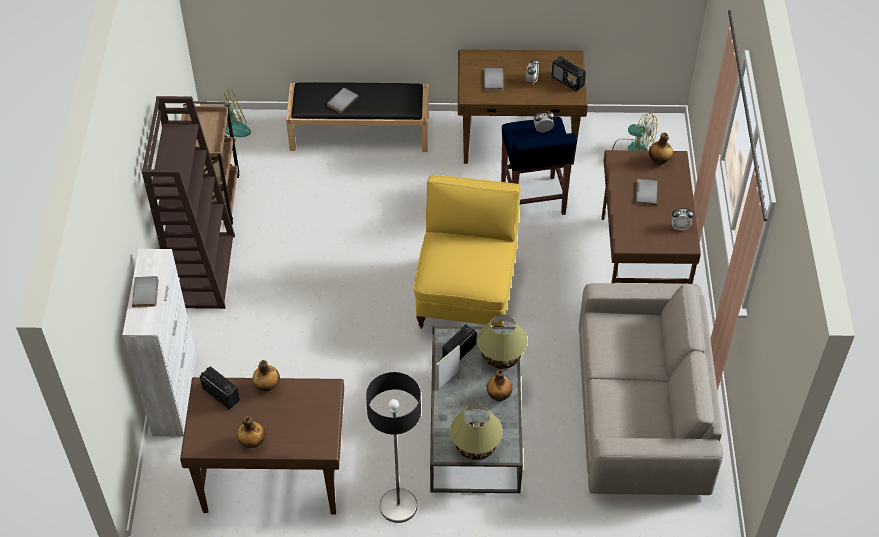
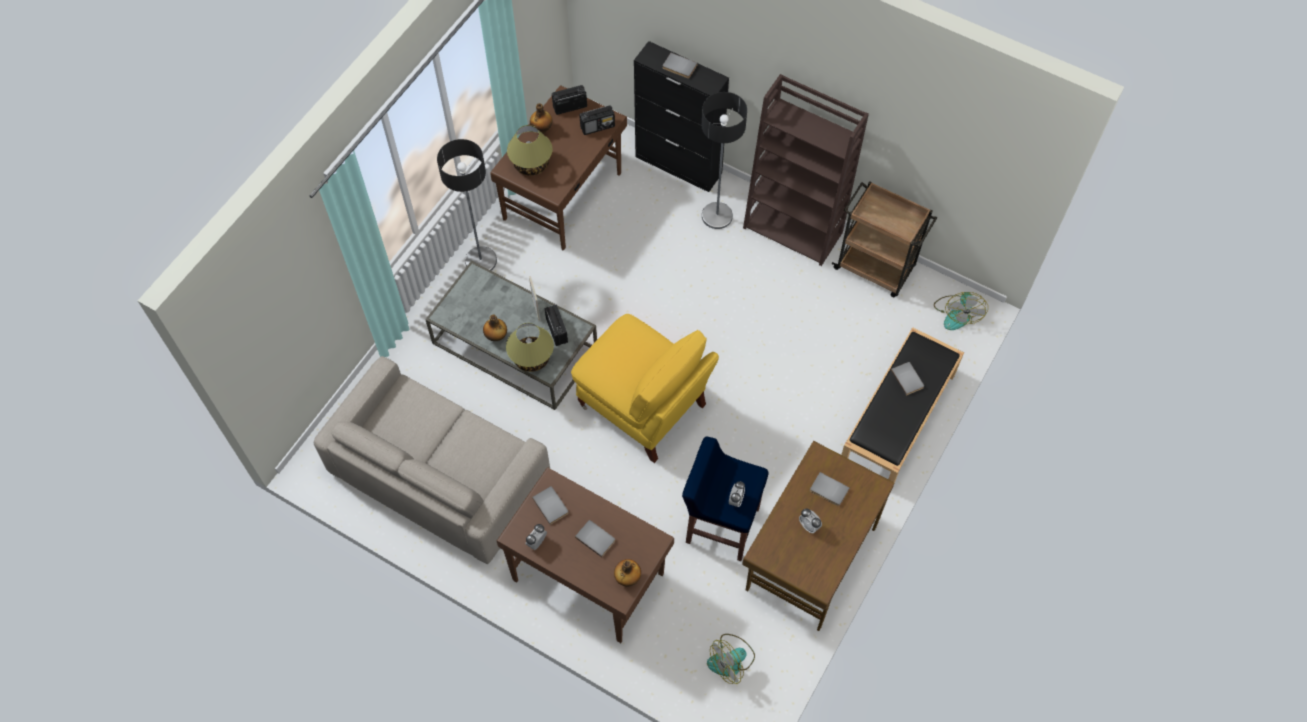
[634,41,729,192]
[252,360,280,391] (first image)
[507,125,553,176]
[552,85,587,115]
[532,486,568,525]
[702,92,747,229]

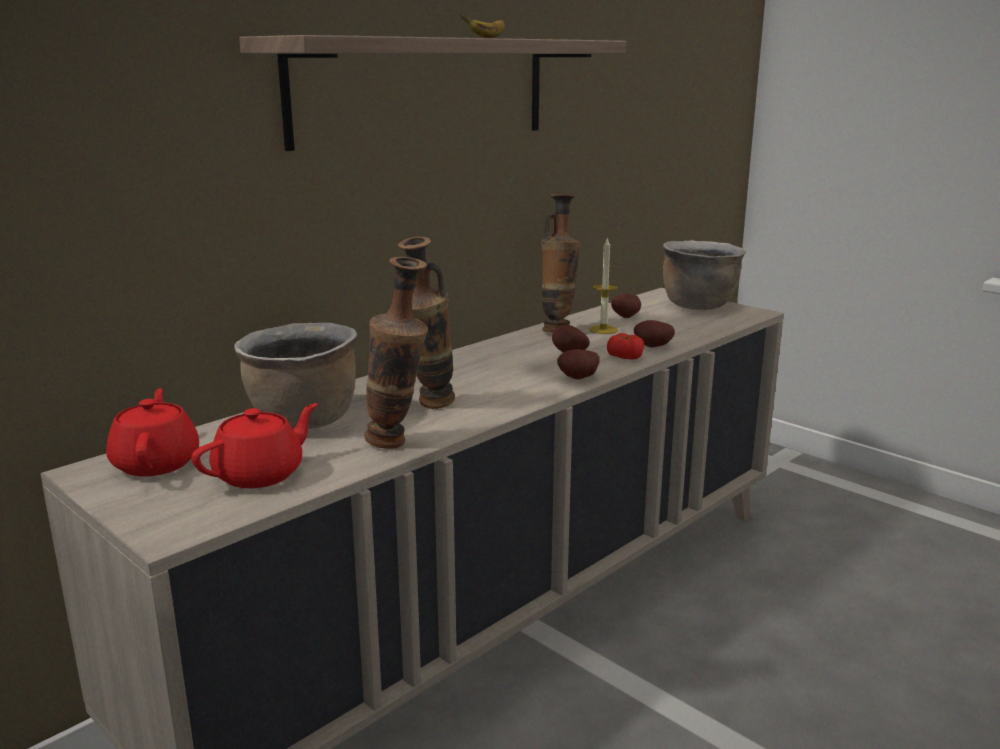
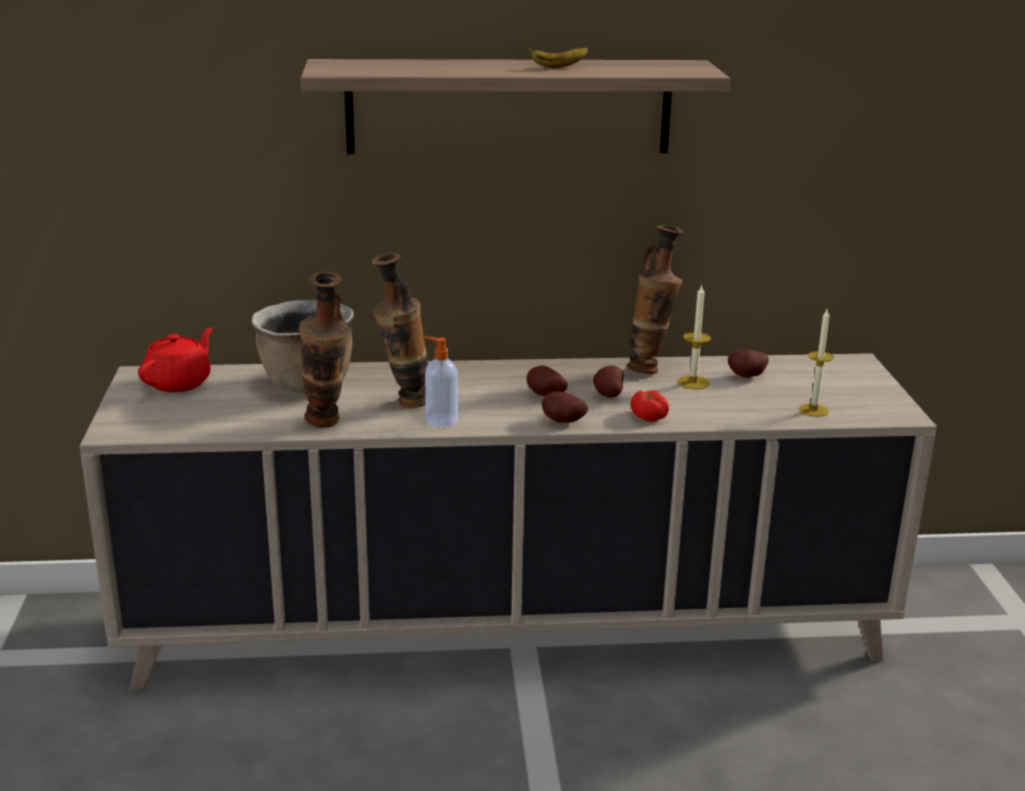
[191,403,318,488] (first image)
[527,366,568,396]
[663,241,746,310] (first image)
[423,337,458,427]
[799,310,834,417]

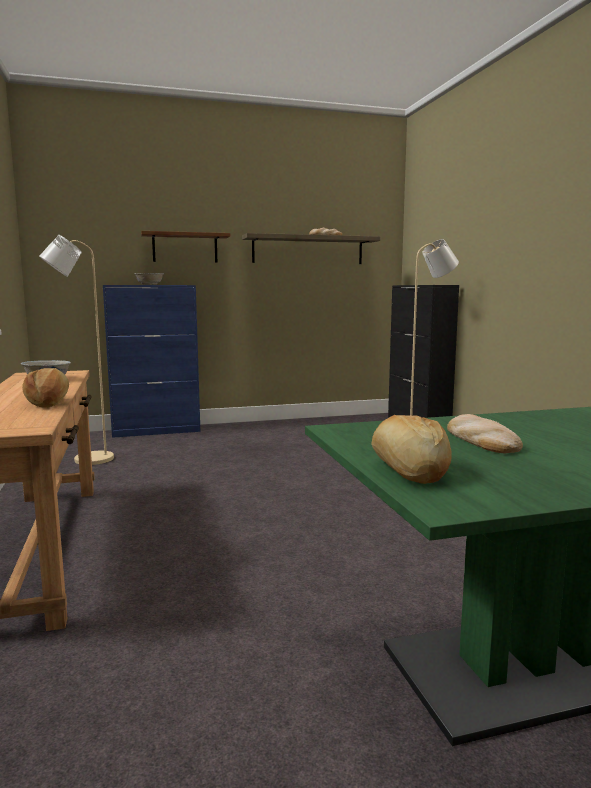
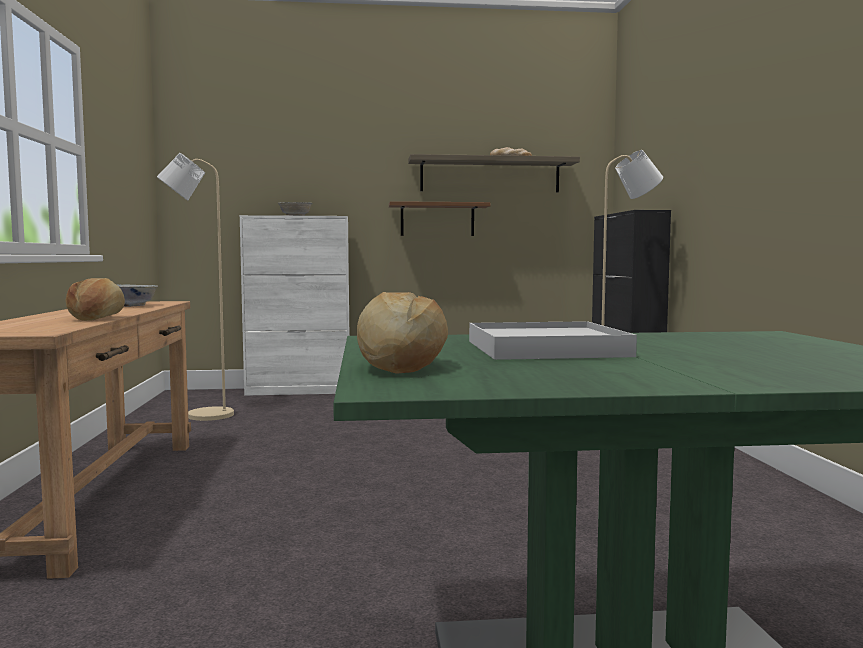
[239,215,349,396]
[389,201,491,236]
[469,321,637,360]

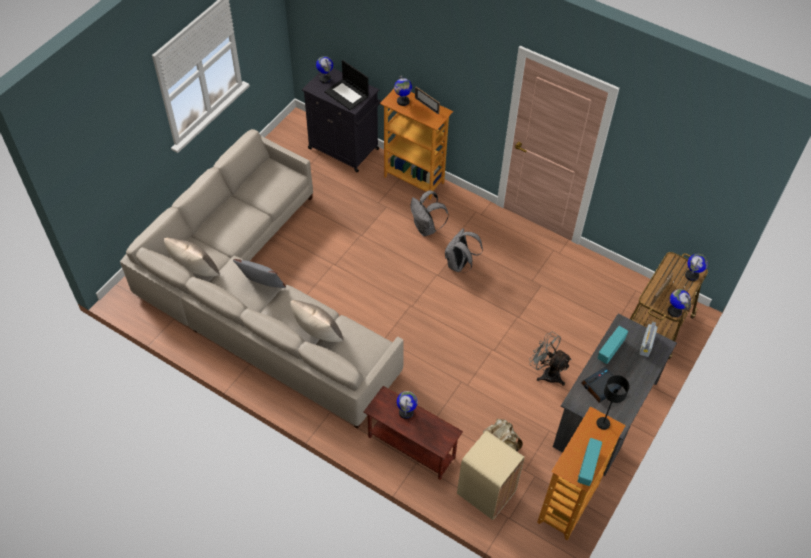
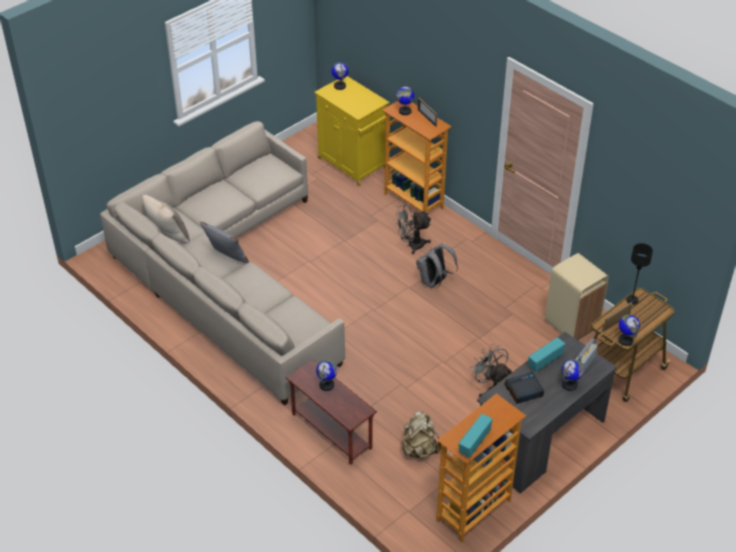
[290,300,343,342] (first image)
[314,76,389,186]
[325,60,369,110] (first image)
[395,204,431,254]
[545,253,609,341]
[626,243,653,305]
[562,359,584,391]

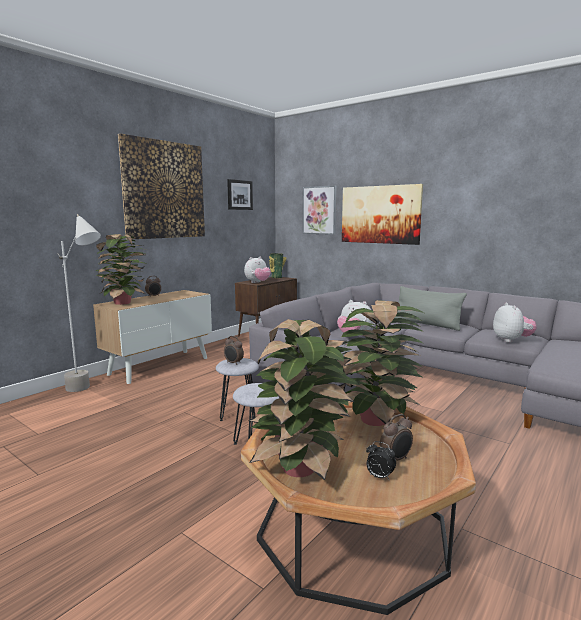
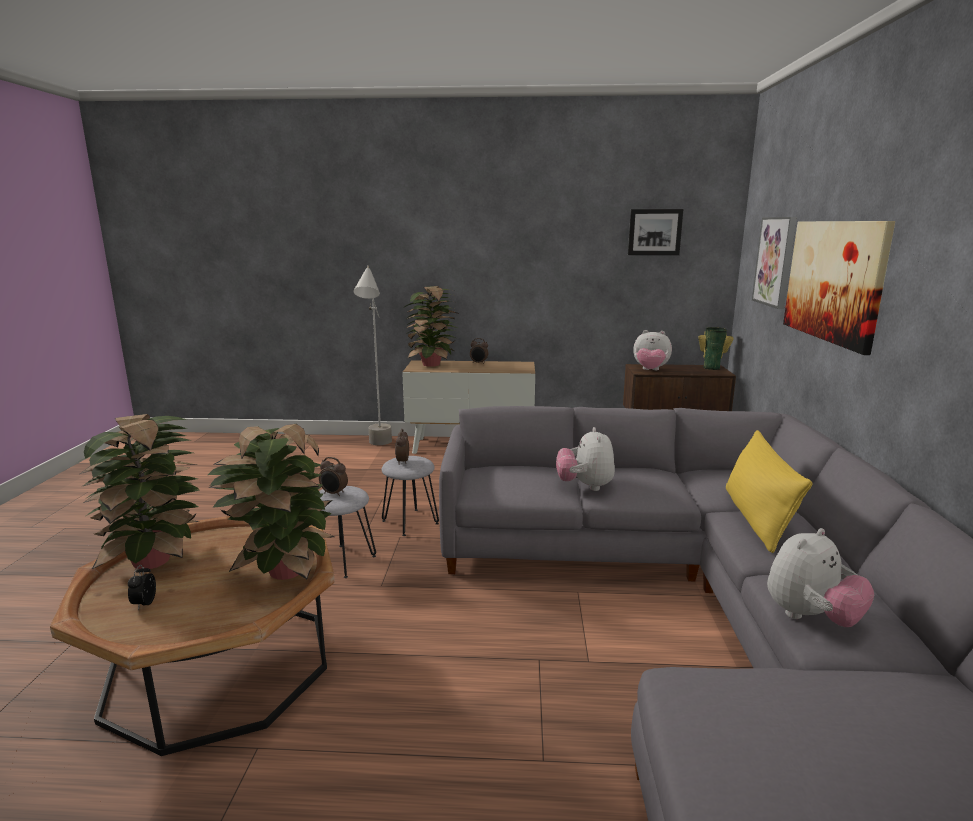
[118,133,205,240] (first image)
[319,457,348,496]
[726,430,813,553]

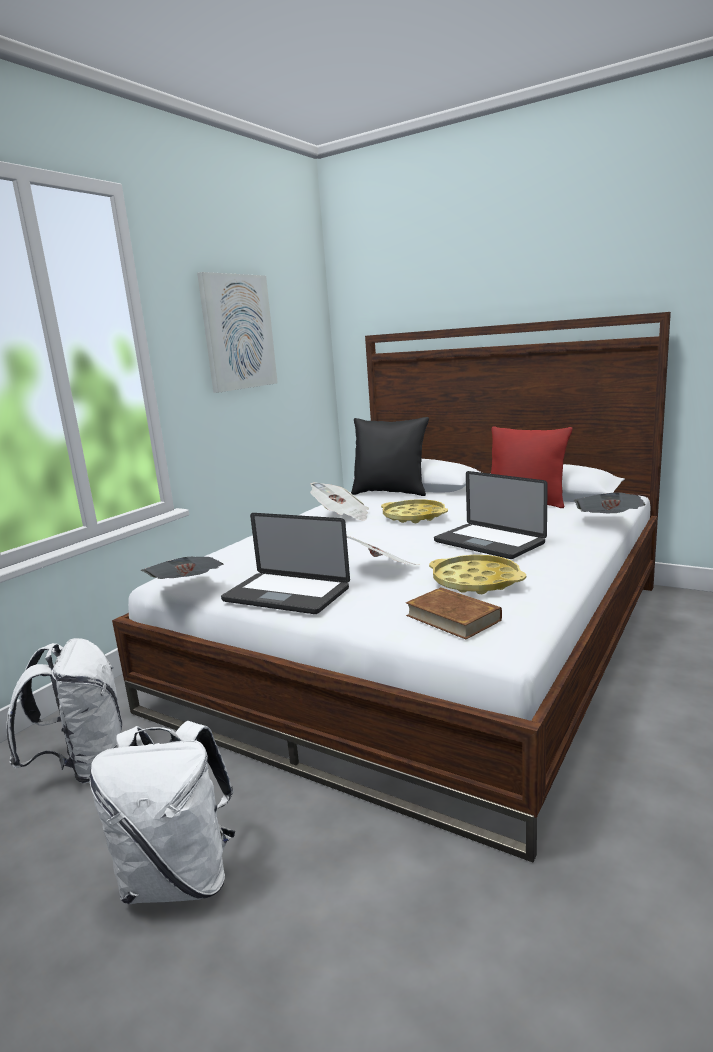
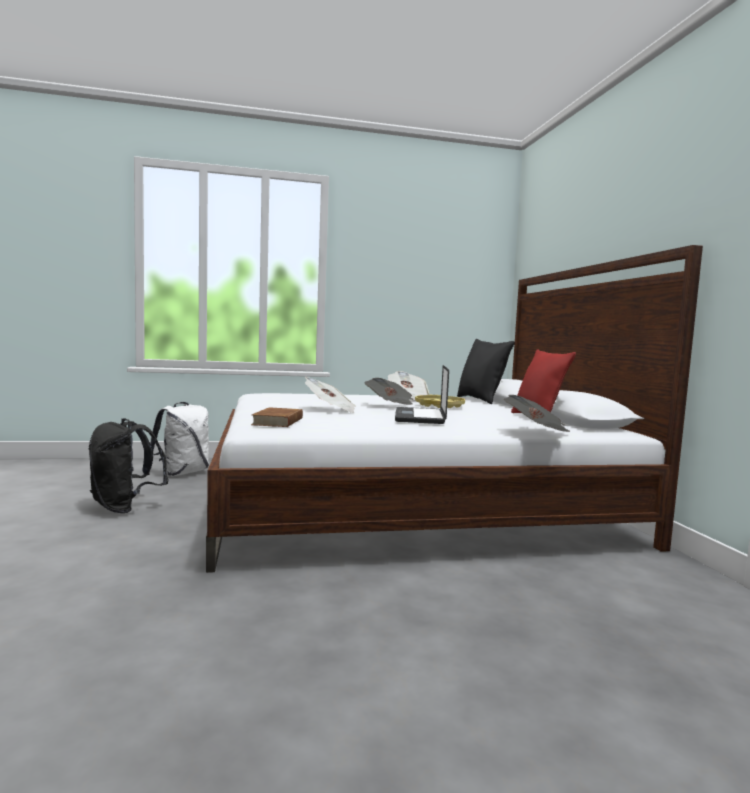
[89,418,168,513]
[365,378,413,405]
[197,272,278,393] (first image)
[221,513,350,614] (first image)
[429,555,526,594] (first image)

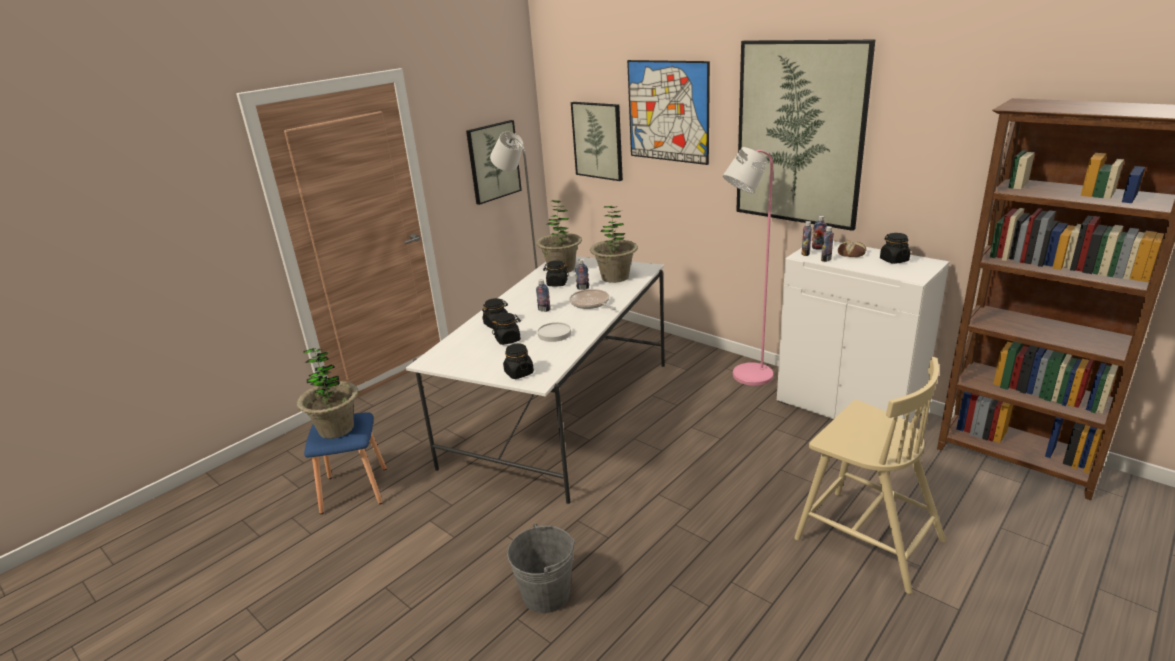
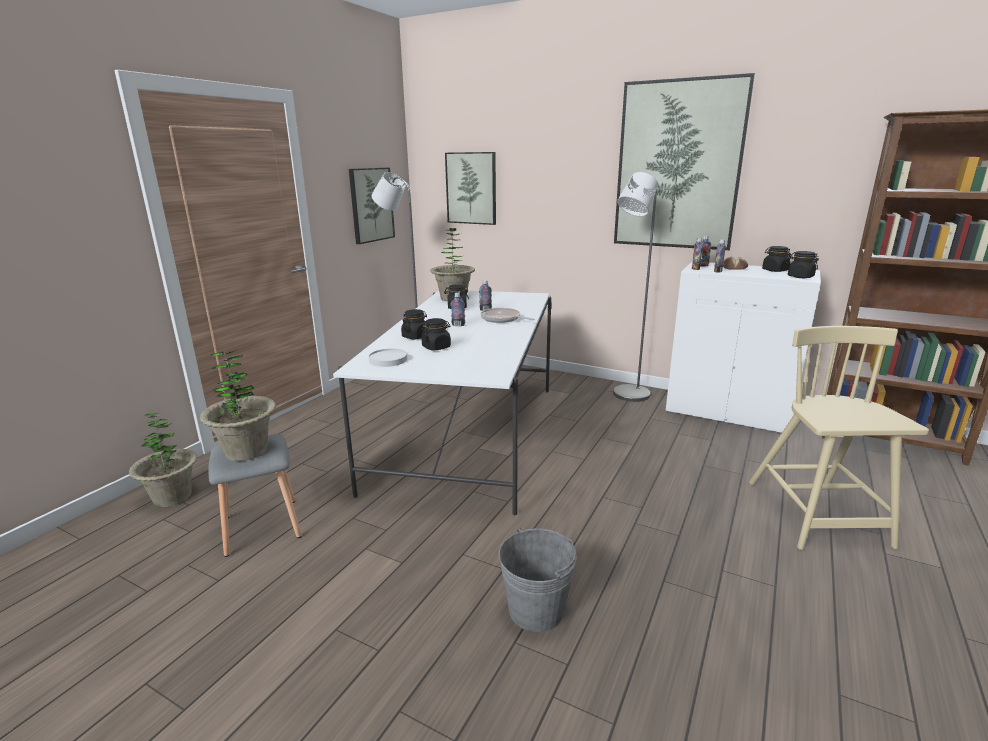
[208,434,302,557]
[788,251,819,278]
[369,348,407,367]
[129,413,198,507]
[627,60,710,165] (first image)
[613,172,658,402]
[749,326,929,550]

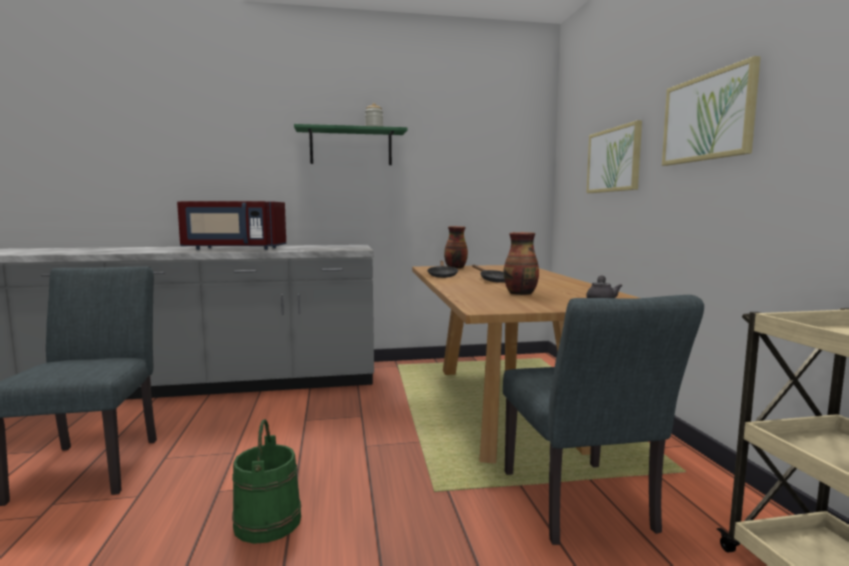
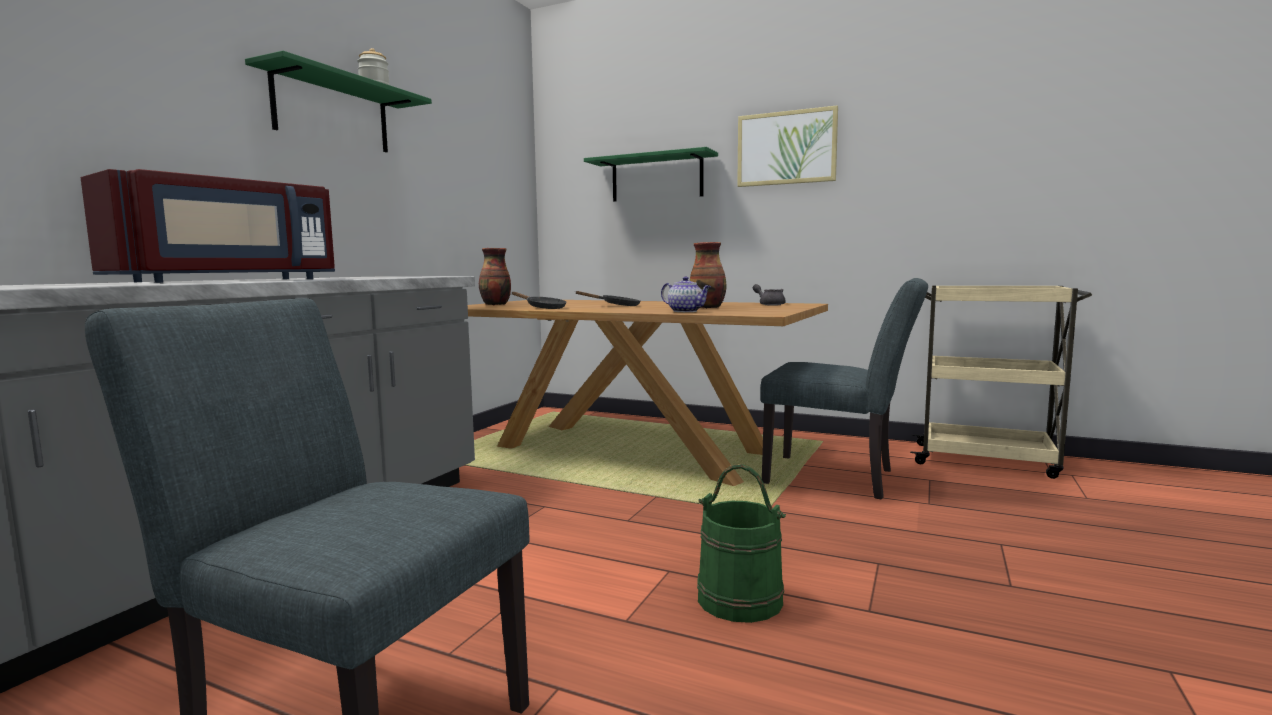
[584,147,718,202]
[661,276,711,312]

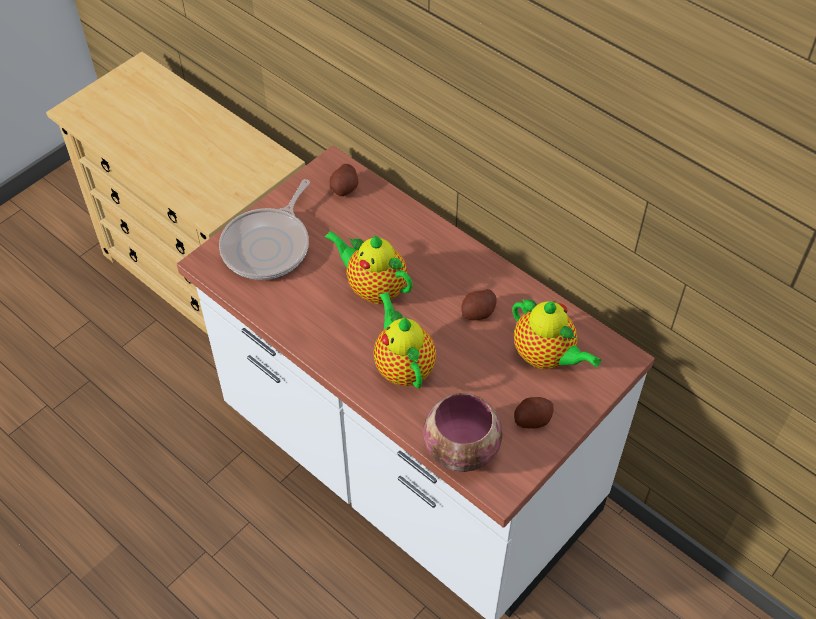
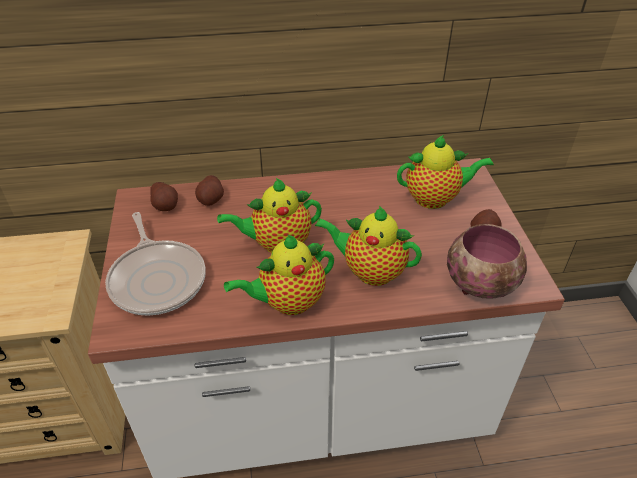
[195,175,224,206]
[224,235,334,315]

